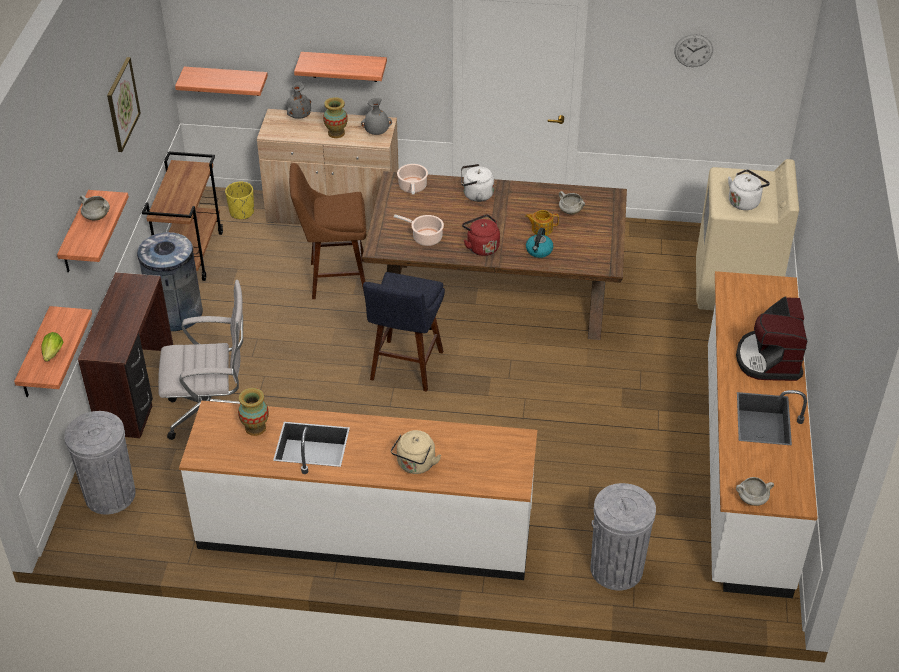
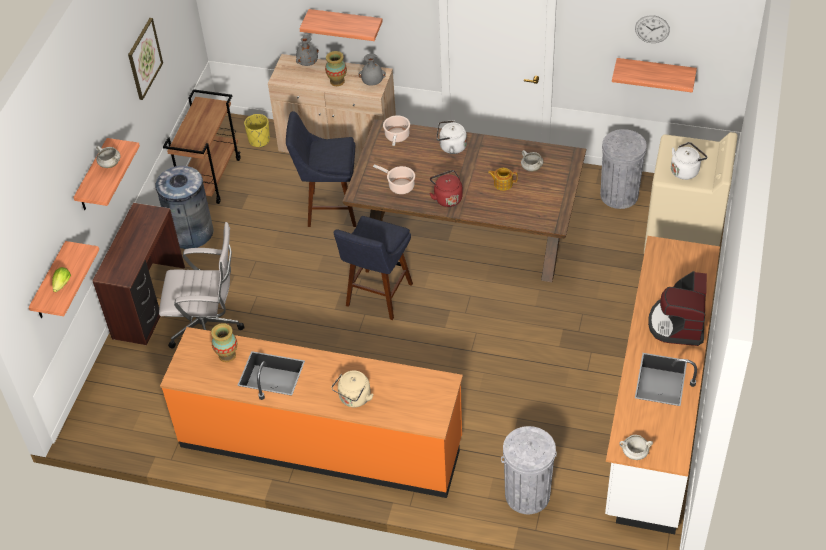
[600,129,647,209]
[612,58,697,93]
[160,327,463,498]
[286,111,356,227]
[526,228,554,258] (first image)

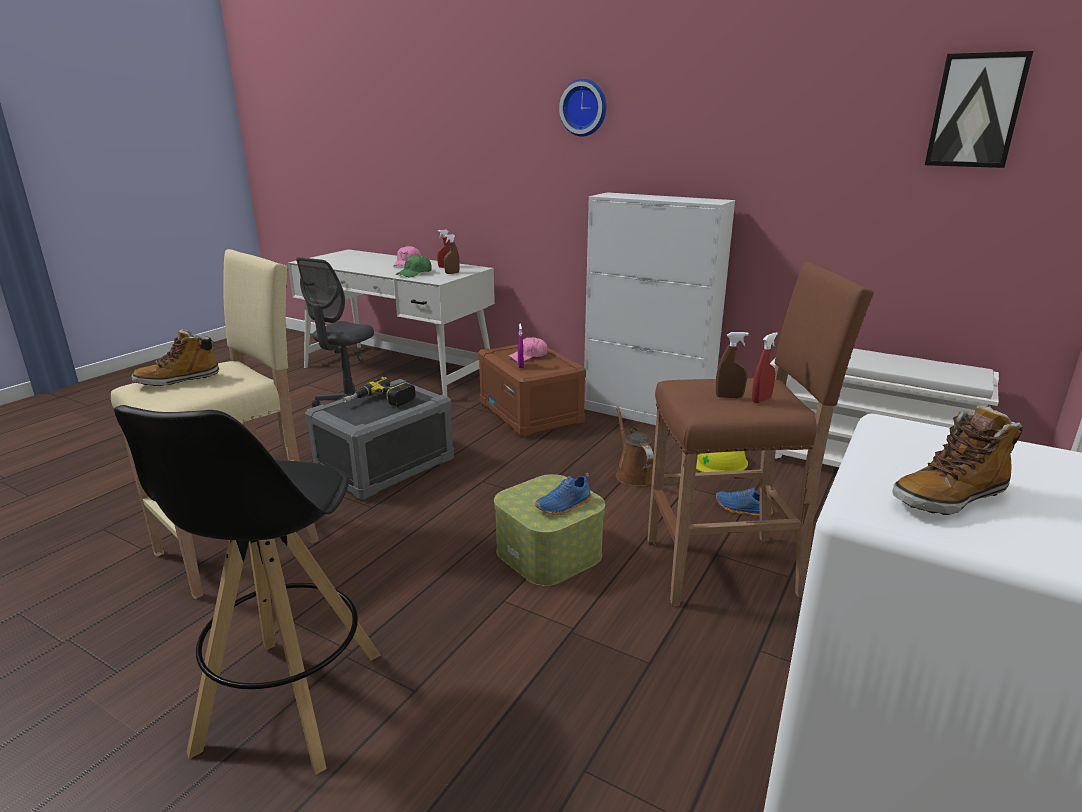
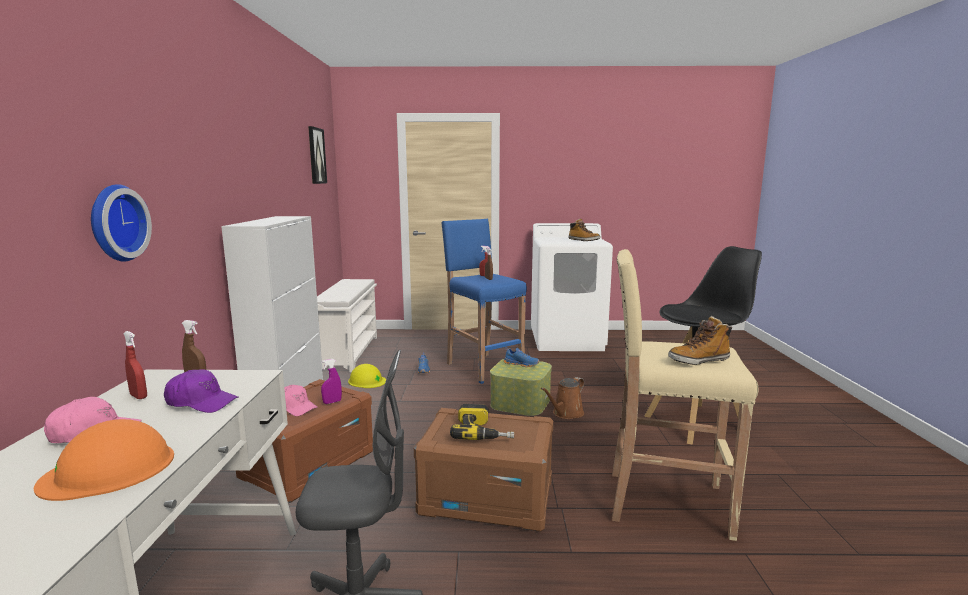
[668,316,732,365]
[414,408,553,532]
[164,369,239,413]
[91,184,152,262]
[541,377,584,419]
[441,219,527,384]
[34,419,174,501]

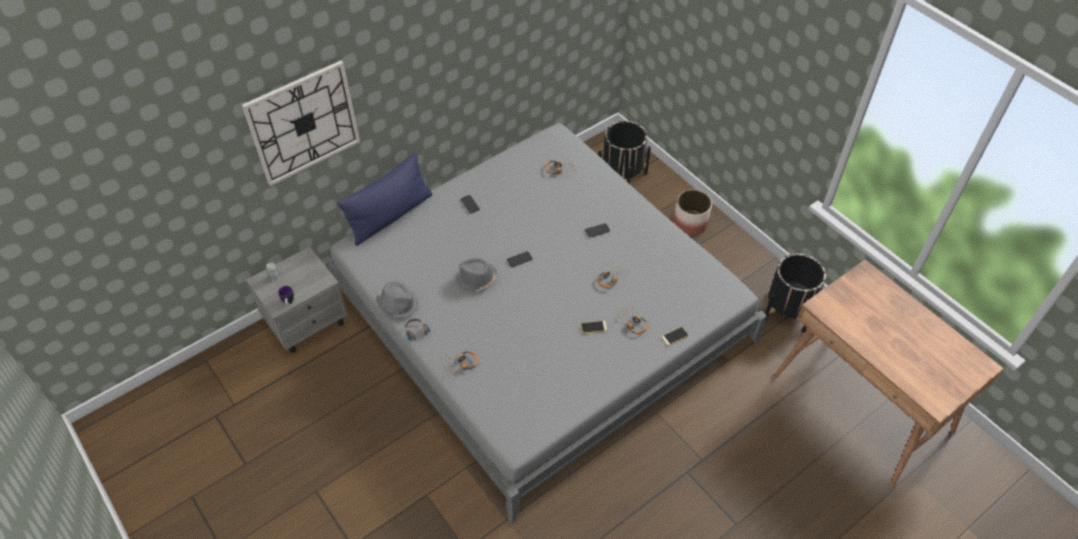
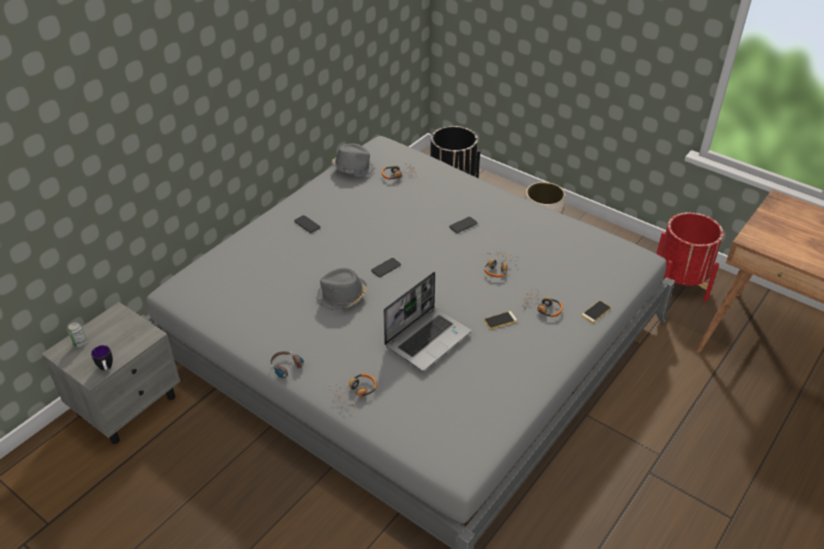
[242,60,360,186] (first image)
[337,152,432,246] (first image)
[331,143,375,177]
[656,212,724,302]
[383,272,471,371]

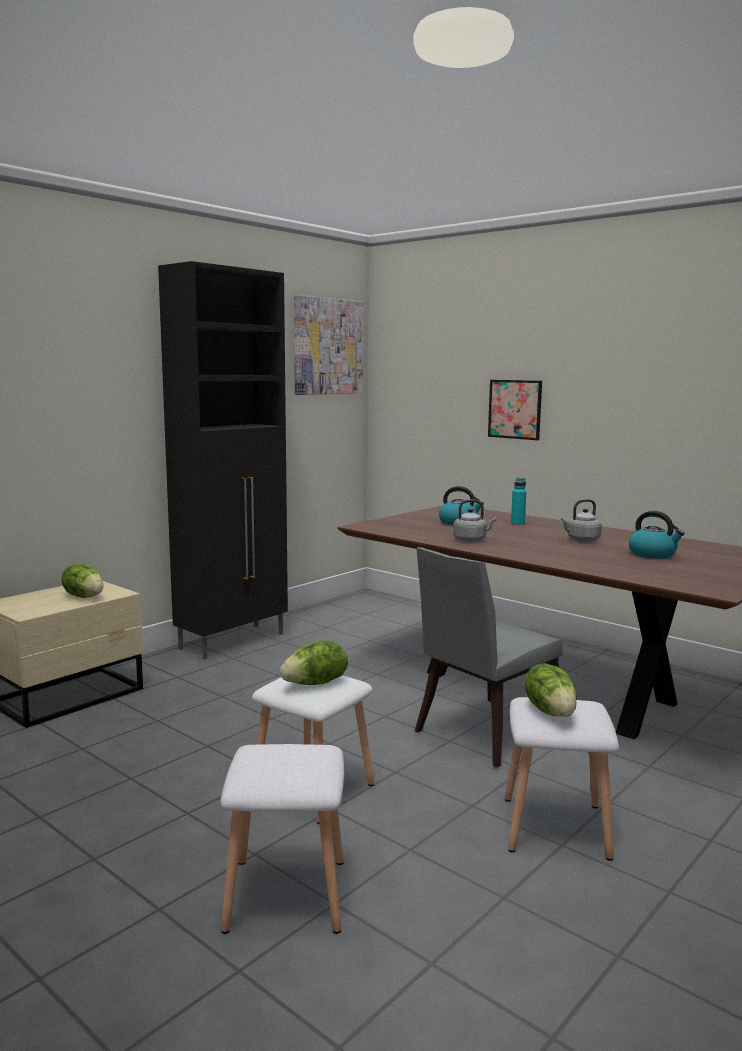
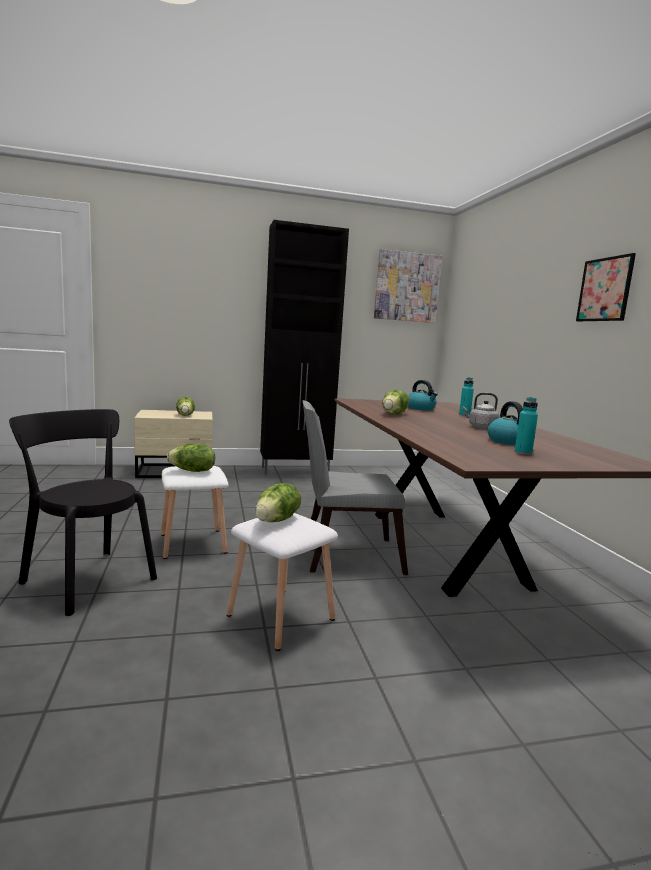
[9,409,157,616]
[382,389,409,414]
[576,253,636,321]
[514,397,538,455]

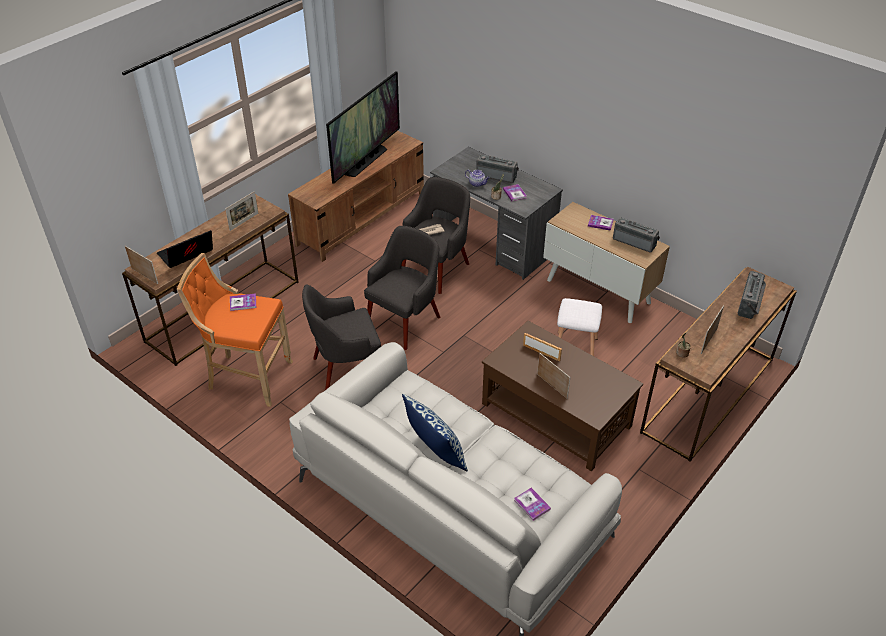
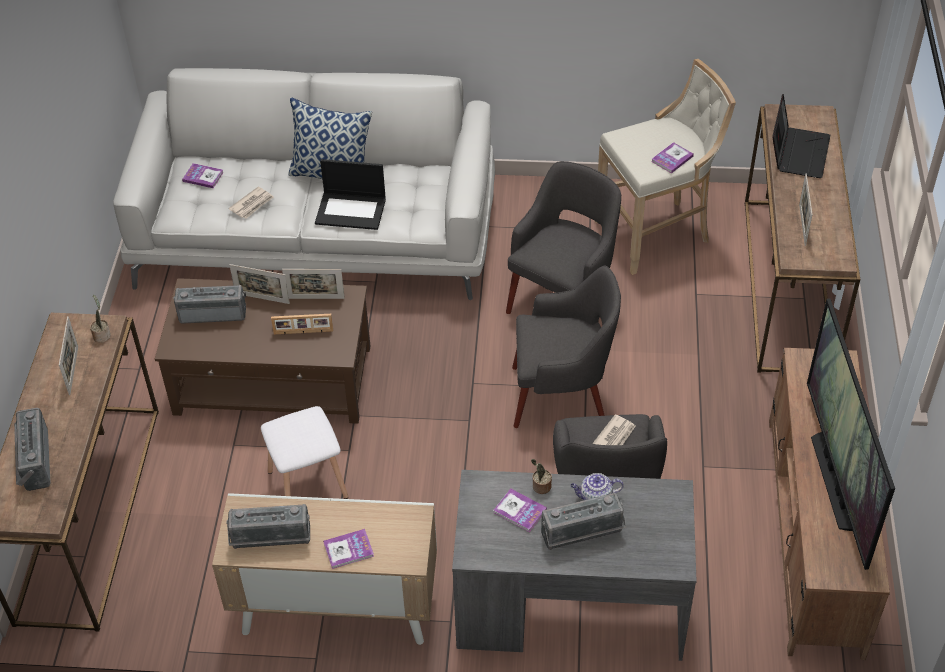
[282,269,345,299]
[595,59,736,275]
[512,266,621,428]
[173,285,246,324]
[229,187,274,219]
[315,159,386,230]

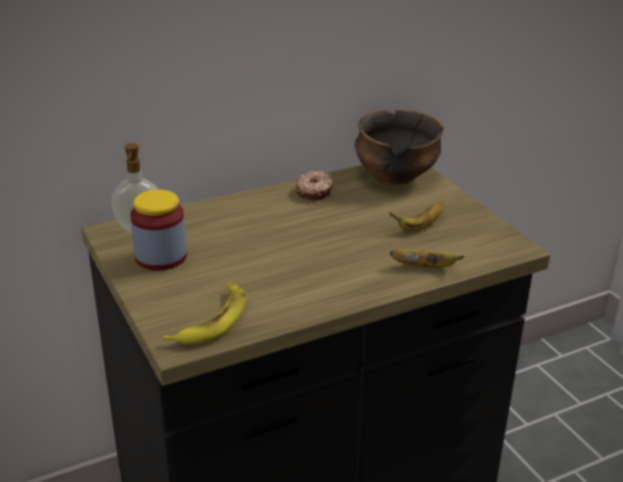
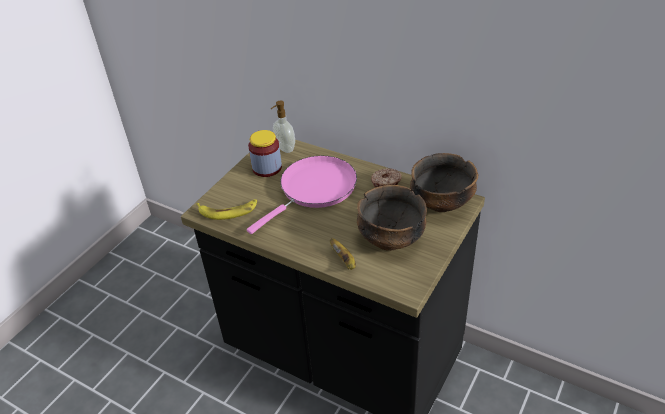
[357,185,427,251]
[247,156,357,234]

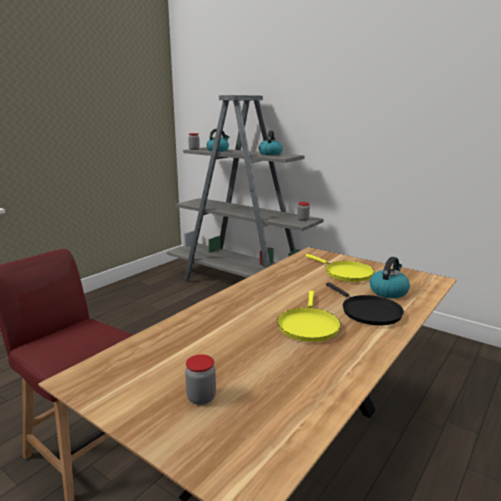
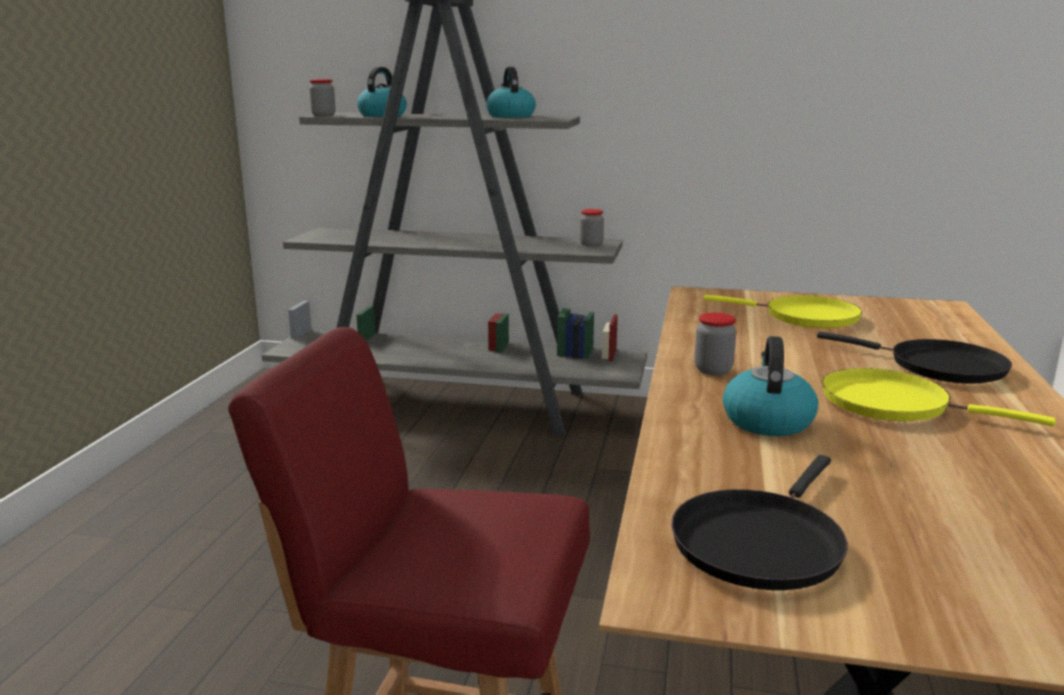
[694,312,736,375]
[822,368,1056,427]
[723,336,818,436]
[671,455,848,590]

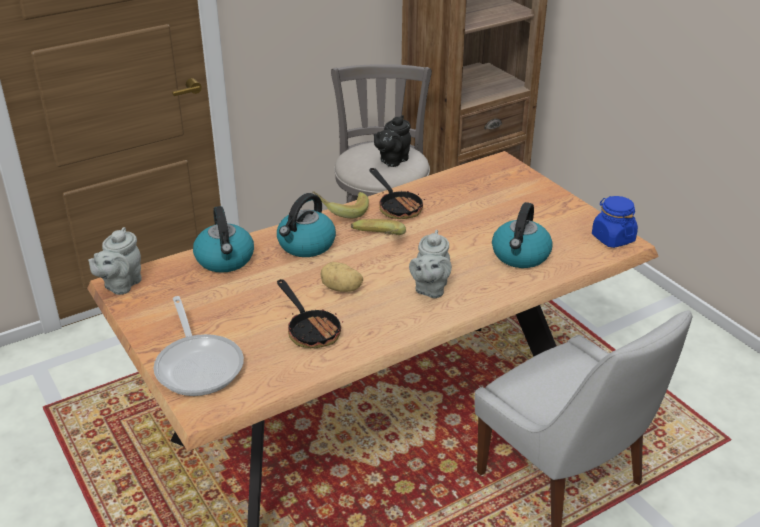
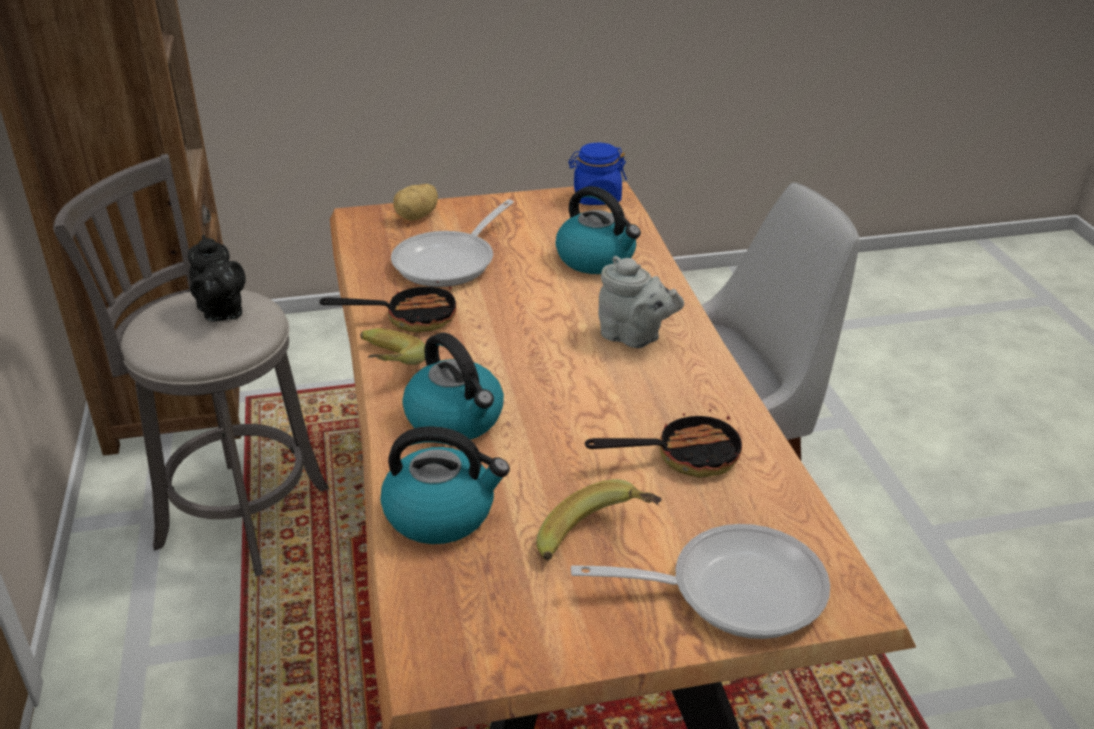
[88,227,142,295] (first image)
[393,184,438,220]
[536,479,662,560]
[391,199,514,287]

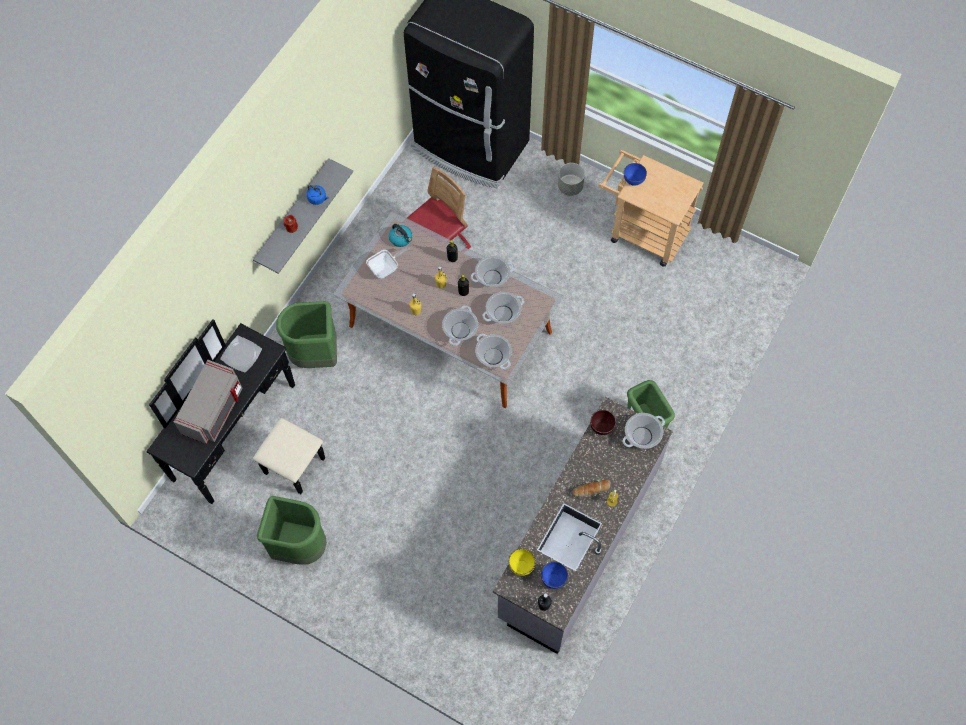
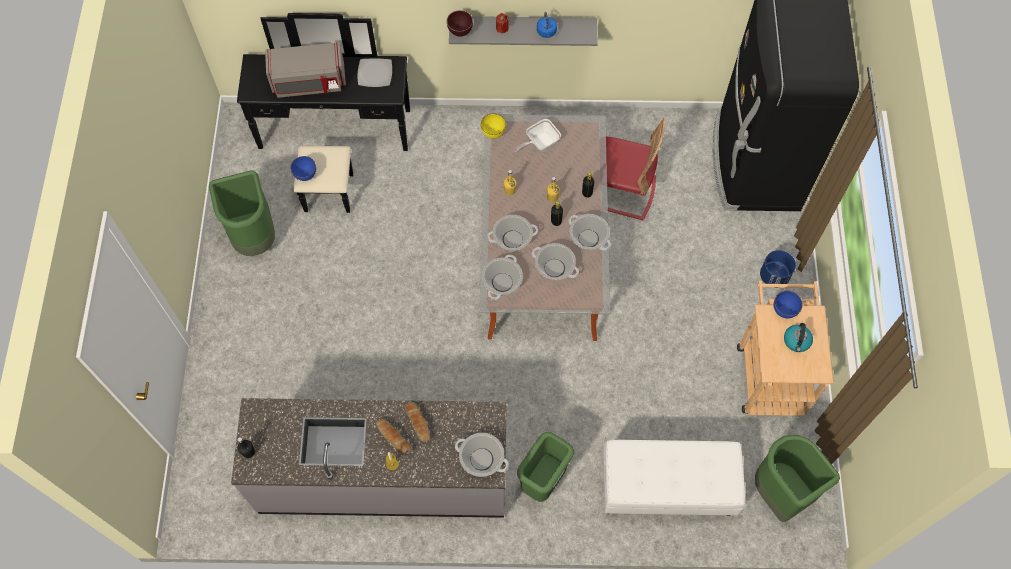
[755,435,840,522]
[514,119,561,152]
[784,323,813,352]
[481,113,506,139]
[291,156,316,181]
[760,250,796,288]
[447,10,473,37]
[404,402,430,442]
[603,440,745,516]

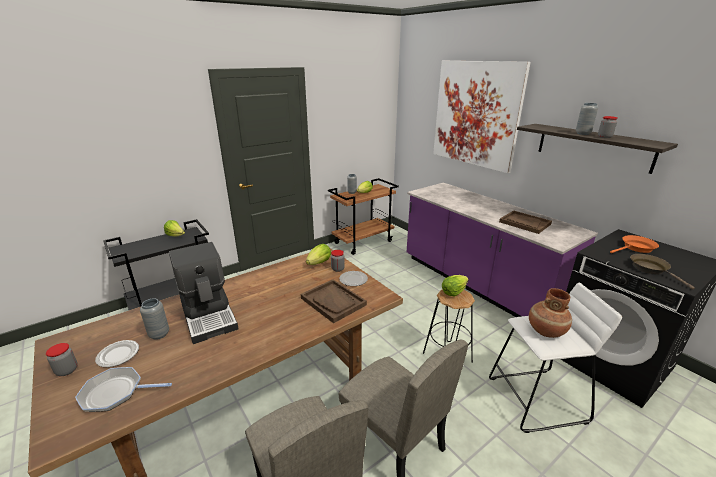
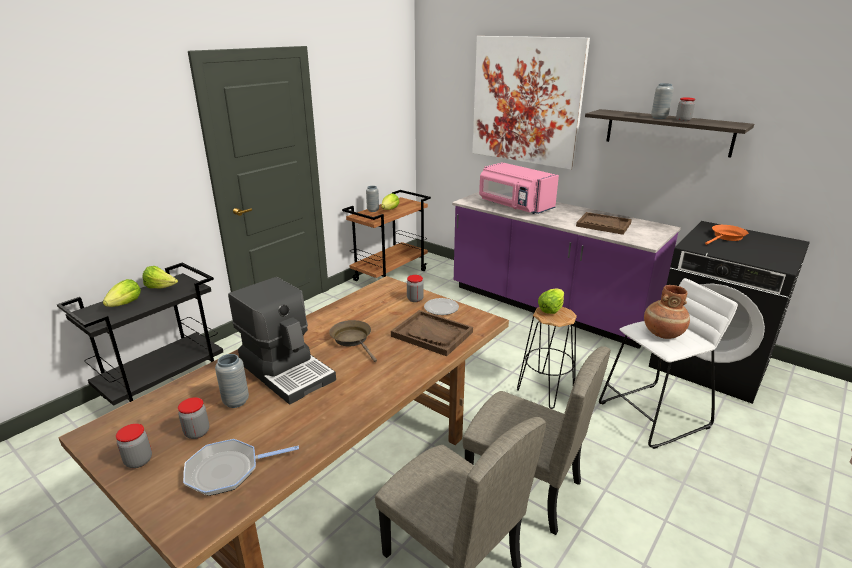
[178,397,209,439]
[103,279,141,307]
[329,320,377,362]
[479,162,559,214]

